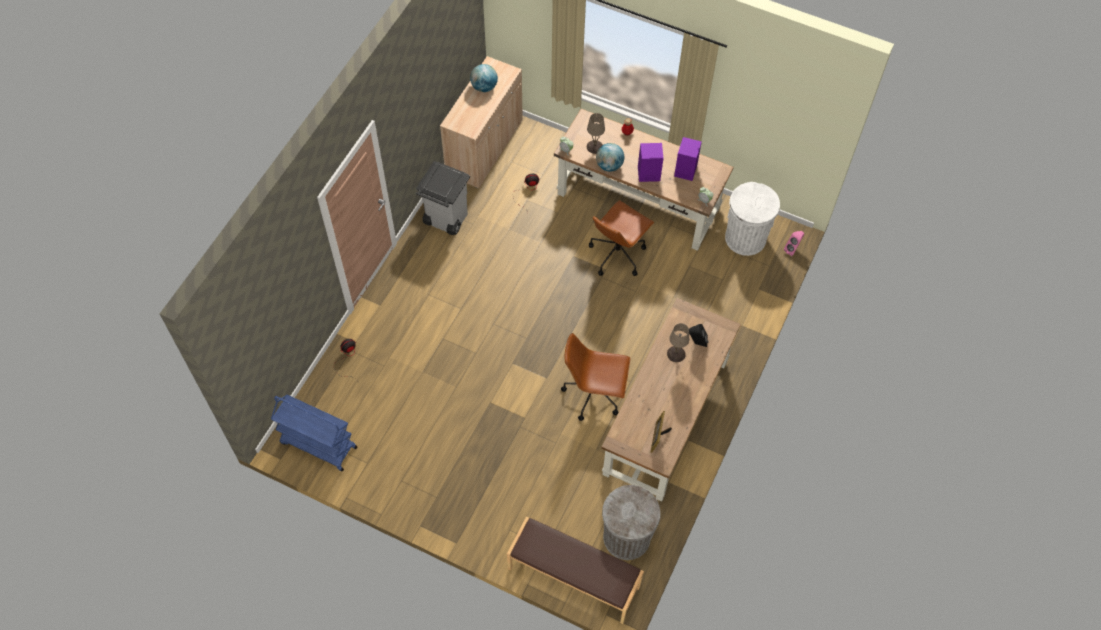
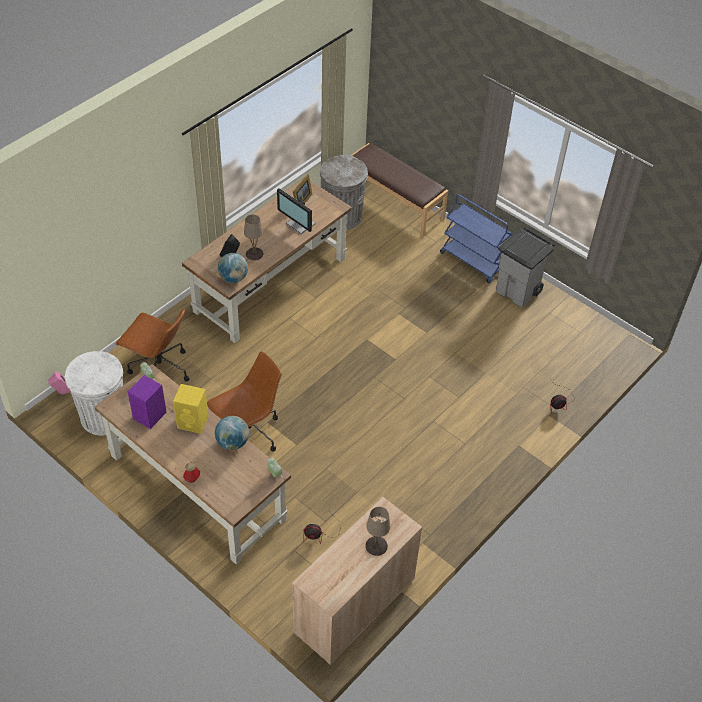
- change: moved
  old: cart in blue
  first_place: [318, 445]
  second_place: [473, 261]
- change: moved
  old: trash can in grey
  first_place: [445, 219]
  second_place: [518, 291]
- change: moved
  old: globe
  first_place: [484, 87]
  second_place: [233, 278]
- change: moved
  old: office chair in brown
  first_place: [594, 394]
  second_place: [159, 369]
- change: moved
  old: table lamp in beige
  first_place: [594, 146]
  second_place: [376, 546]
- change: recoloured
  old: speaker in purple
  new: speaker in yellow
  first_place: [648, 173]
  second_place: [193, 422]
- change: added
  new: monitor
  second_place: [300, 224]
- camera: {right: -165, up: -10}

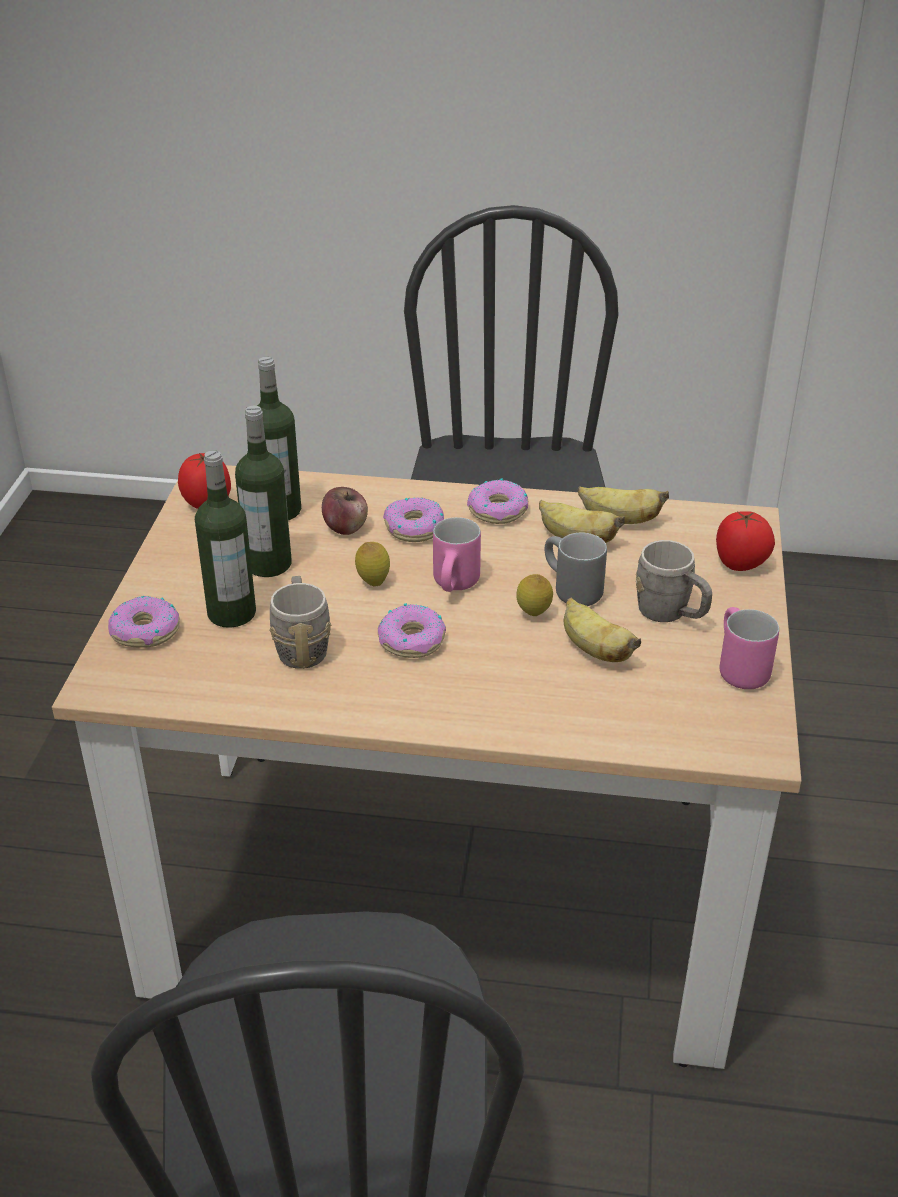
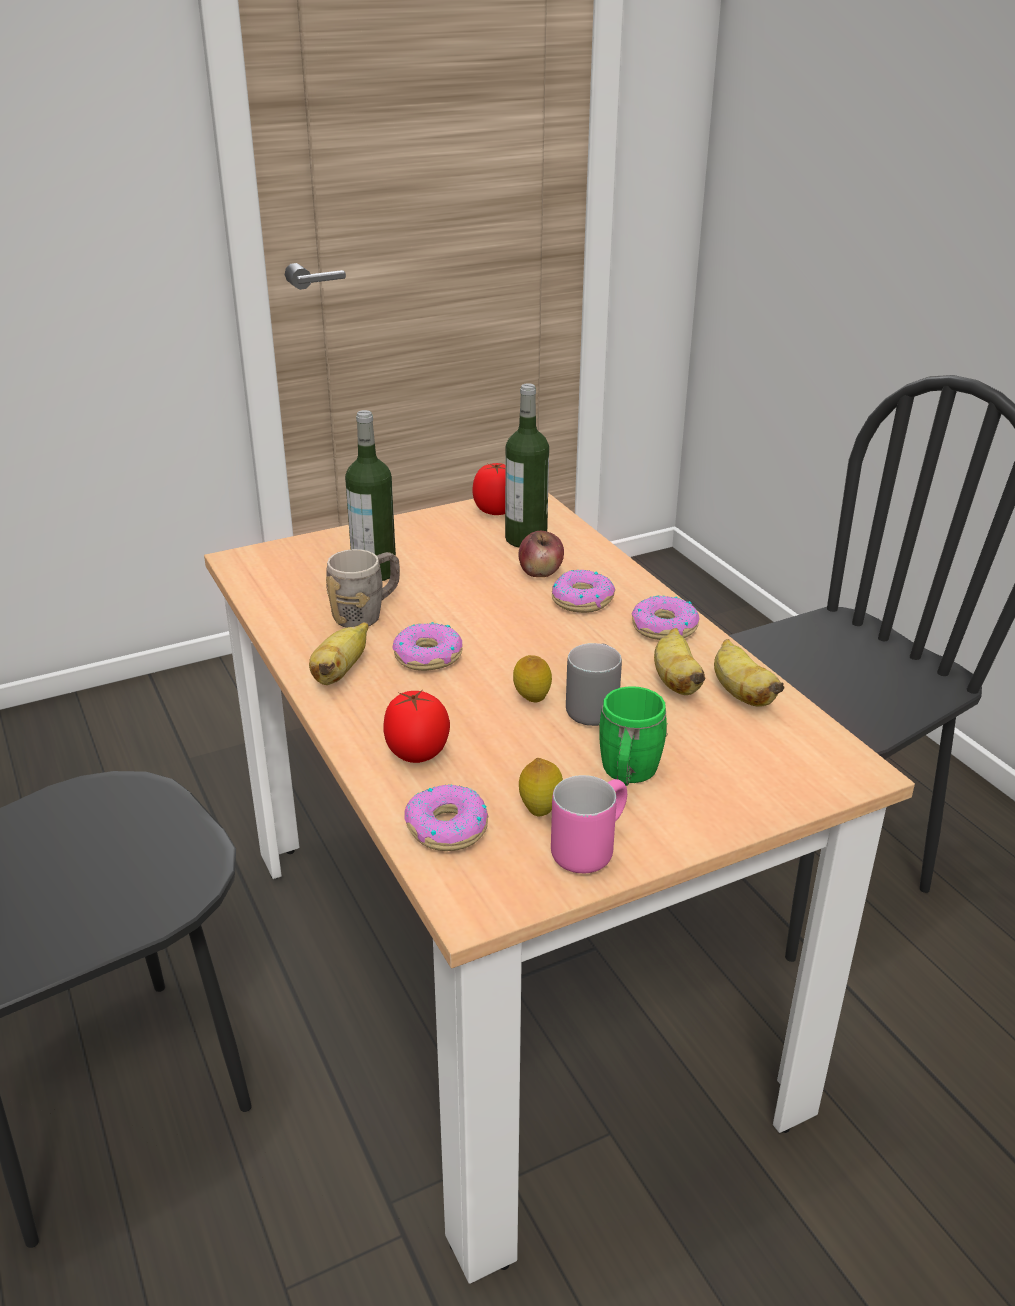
- change: moved
  old: donut
  first_place: [145, 631]
  second_place: [447, 828]
- change: removed
  old: bottle
  first_place: [268, 564]
- change: moved
  old: lemon
  first_place: [373, 582]
  second_place: [540, 810]
- change: removed
  old: mug in pink
  first_place: [457, 586]
- change: moved
  old: banana
  first_place: [594, 650]
  second_place: [340, 672]
- change: recoloured
  old: mug in grey
  new: mug in green
  first_place: [671, 614]
  second_place: [627, 776]
- change: moved
  old: tomato
  first_place: [741, 564]
  second_place: [417, 755]
- camera: {right: 55, up: -5}

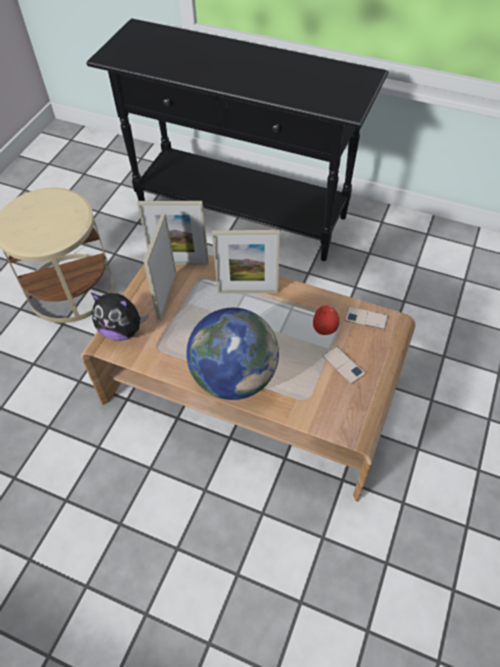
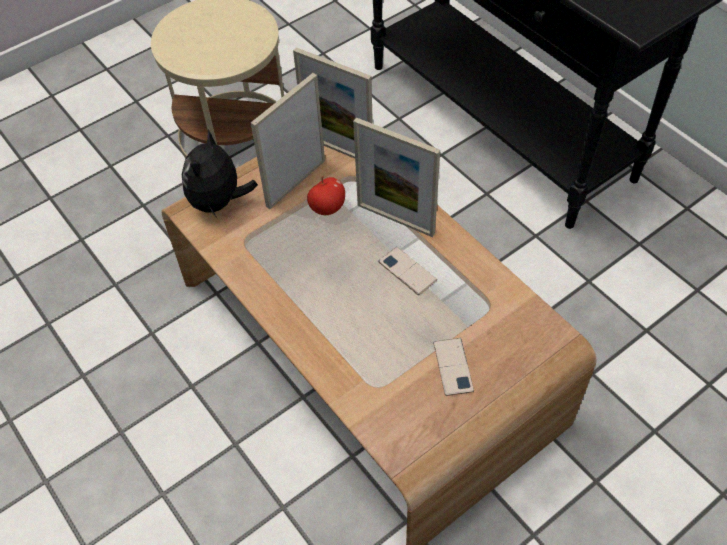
- change: turned
  old: plush toy
  first_place: [122, 330]
  second_place: [219, 202]
  degrees: 60
- change: removed
  old: globe
  first_place: [234, 377]
- change: moved
  old: apple
  first_place: [324, 328]
  second_place: [327, 208]
- change: moved
  old: phone
  first_place: [366, 318]
  second_place: [407, 271]
- camera: {right: 30, up: 0}

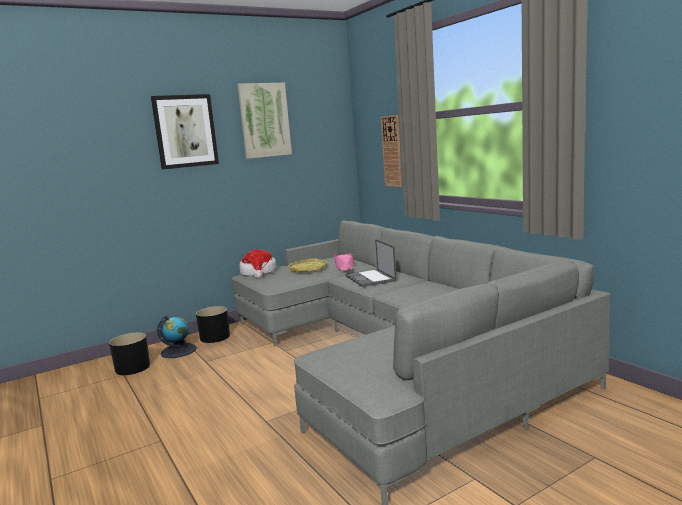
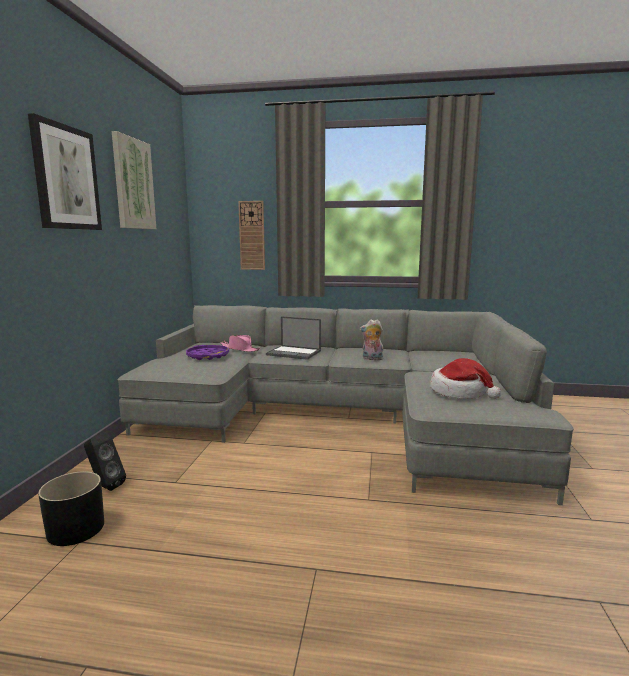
- change: replaced
  old: globe
  new: speaker in black
  first_place: [178, 351]
  second_place: [105, 486]
- change: removed
  old: planter in black
  first_place: [215, 337]
- change: moved
  old: hat
  first_place: [259, 273]
  second_place: [459, 392]
- change: recoloured
  old: tray in yellow
  new: tray in purple
  first_place: [308, 269]
  second_place: [208, 356]
- change: added
  new: plush toy
  second_place: [372, 359]
- camera: {right: -50, up: 0}

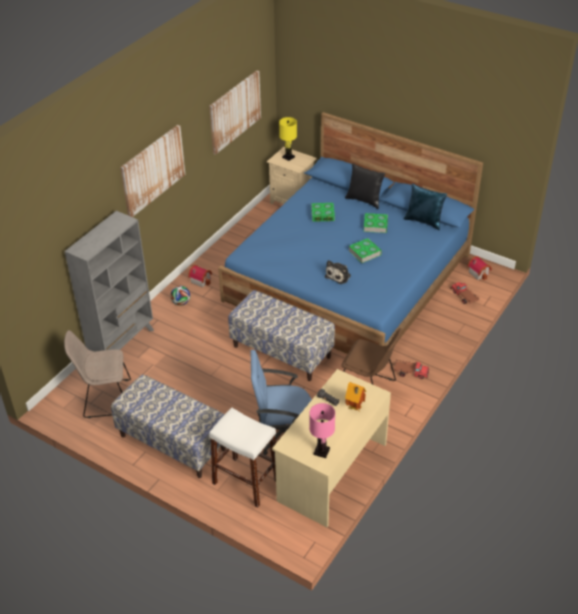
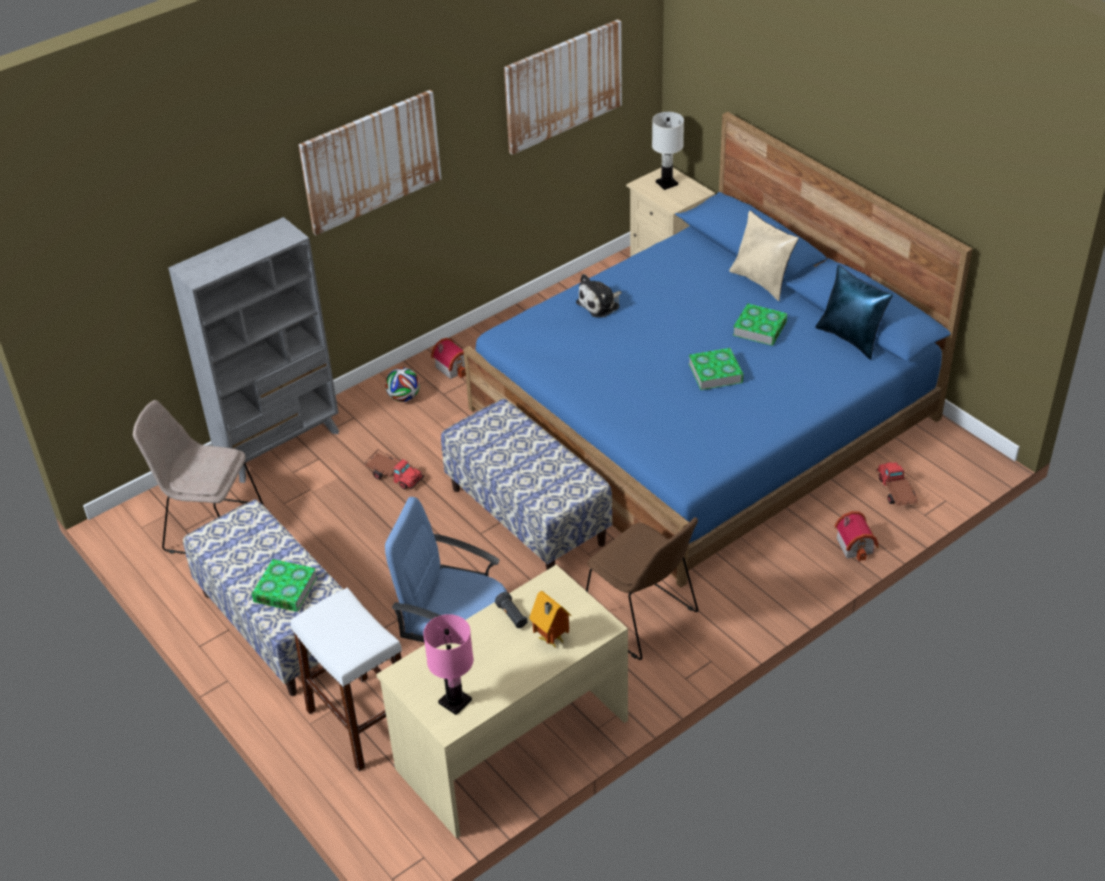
- change: recoloured
  old: table lamp in yellow
  new: table lamp in white
  first_place: [288, 157]
  second_place: [667, 183]
- change: moved
  old: book
  first_place: [322, 214]
  second_place: [285, 589]
- change: moved
  old: plush toy
  first_place: [339, 275]
  second_place: [600, 304]
- change: recoloured
  old: pillow in black
  new: pillow in beige
  first_place: [364, 200]
  second_place: [762, 281]
- change: moved
  old: toy truck
  first_place: [410, 372]
  second_place: [394, 476]
- change: moved
  old: toy house
  first_place: [479, 273]
  second_place: [856, 545]
- camera: {right: 20, up: 0}

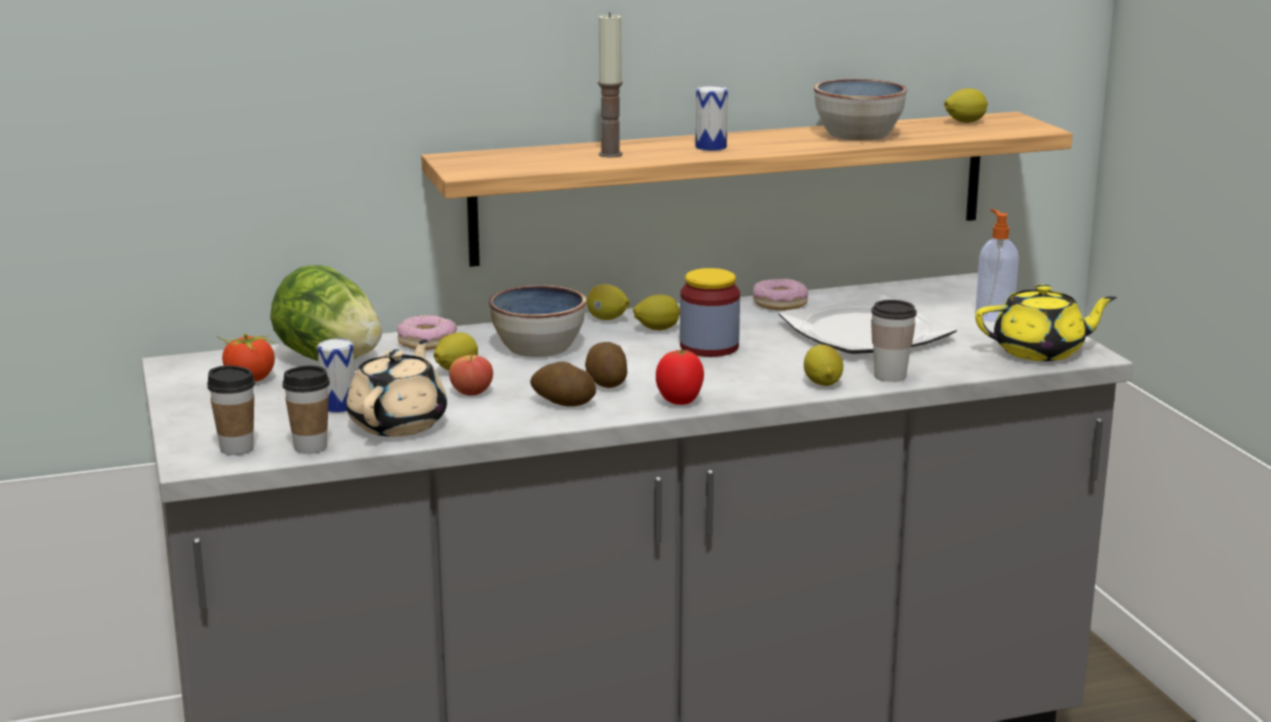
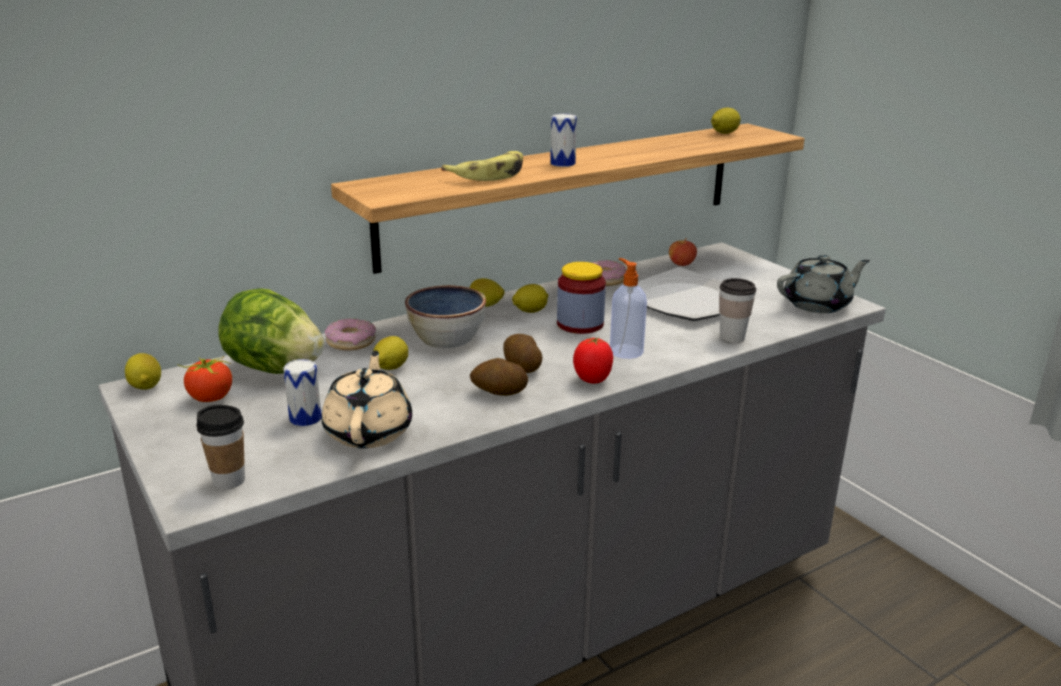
- change: removed
  old: cup
  first_place: [310, 447]
- change: moved
  old: apple
  first_place: [471, 392]
  second_place: [681, 264]
- change: replaced
  old: candle
  new: banana
  first_place: [610, 154]
  second_place: [490, 174]
- change: moved
  old: lemon
  first_place: [822, 383]
  second_place: [146, 386]
- change: removed
  old: bowl
  first_place: [857, 135]
- change: moved
  old: soap dispenser
  first_place: [993, 315]
  second_place: [625, 351]
- change: recoloured
  old: teapot in yellow
  new: teapot in grey
  first_place: [1040, 352]
  second_place: [818, 304]
- camera: {right: -15, up: 5}

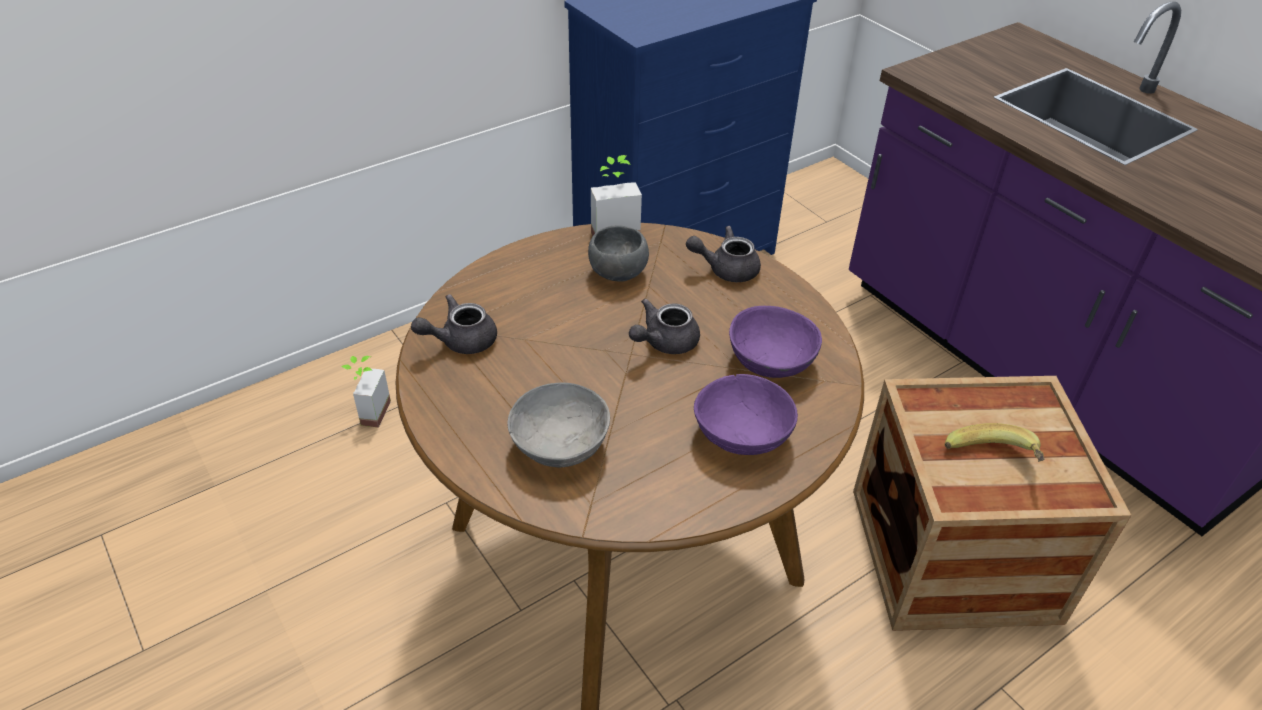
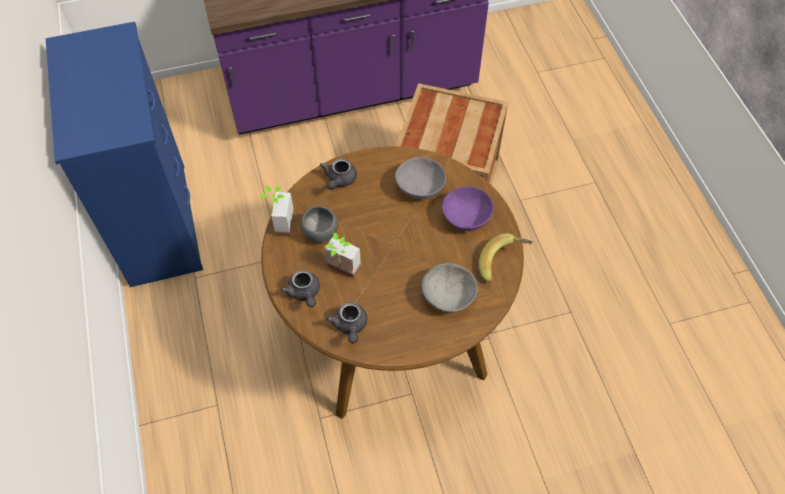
- change: moved
  old: potted plant
  first_place: [368, 412]
  second_place: [341, 272]
- change: moved
  old: teapot in grey
  first_place: [664, 342]
  second_place: [304, 293]
- change: recoloured
  old: bowl in purple
  new: bowl in grey
  first_place: [770, 361]
  second_place: [420, 187]
- change: moved
  old: banana
  first_place: [992, 462]
  second_place: [503, 264]
- camera: {right: -70, up: 15}

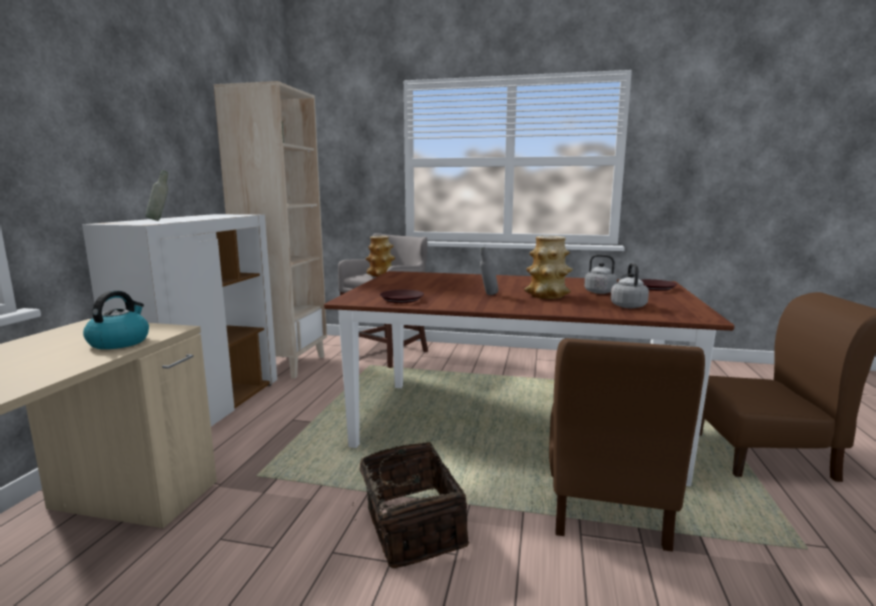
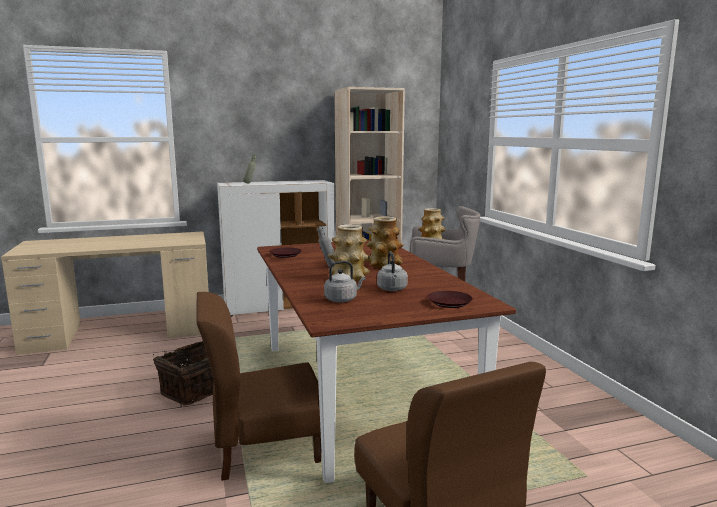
- change: removed
  old: kettle
  first_place: [119, 342]
- change: added
  new: vase
  second_place: [384, 265]
- camera: {right: 60, up: 0}

